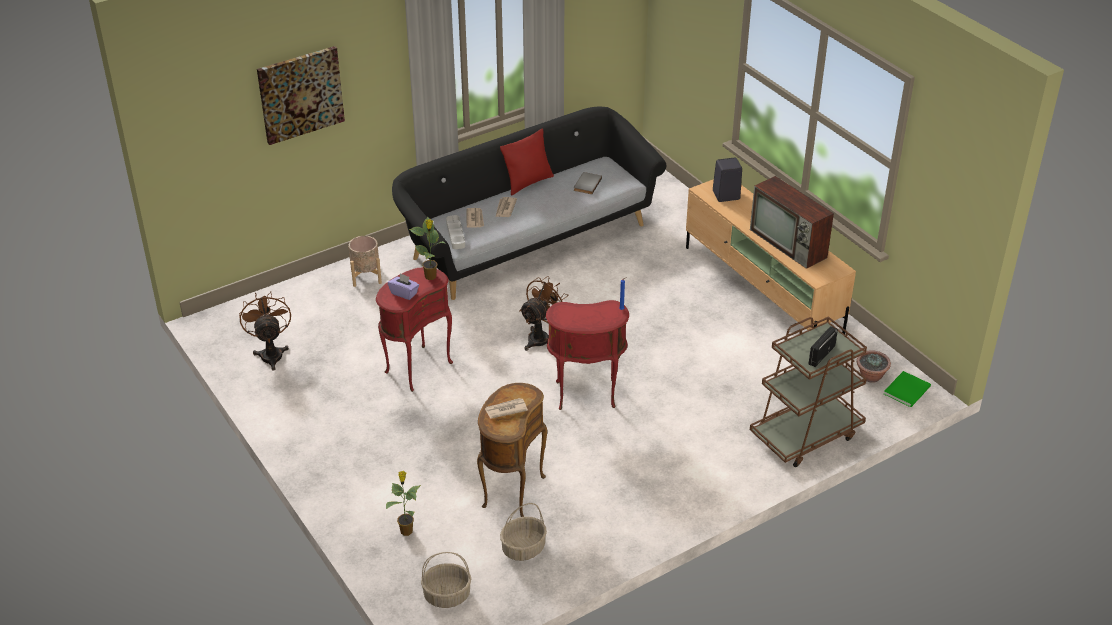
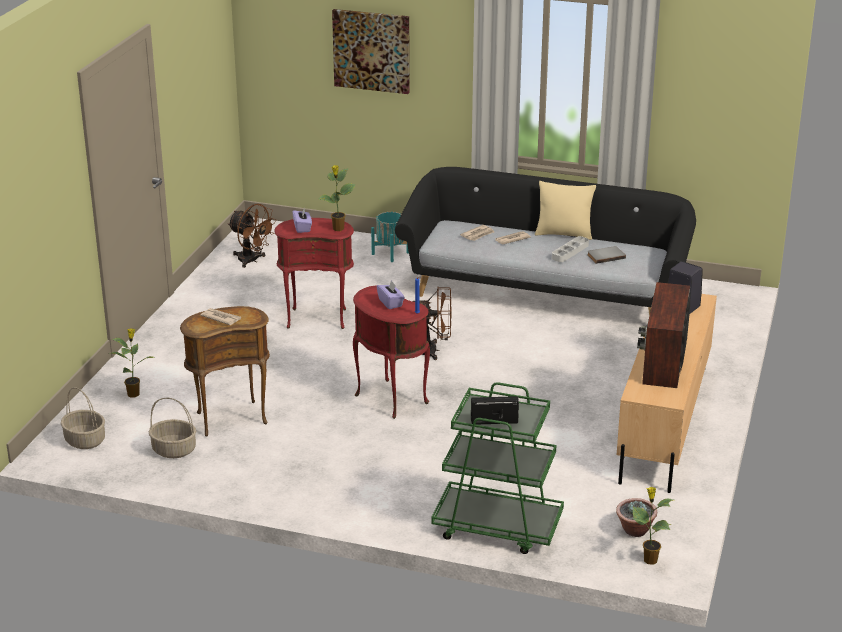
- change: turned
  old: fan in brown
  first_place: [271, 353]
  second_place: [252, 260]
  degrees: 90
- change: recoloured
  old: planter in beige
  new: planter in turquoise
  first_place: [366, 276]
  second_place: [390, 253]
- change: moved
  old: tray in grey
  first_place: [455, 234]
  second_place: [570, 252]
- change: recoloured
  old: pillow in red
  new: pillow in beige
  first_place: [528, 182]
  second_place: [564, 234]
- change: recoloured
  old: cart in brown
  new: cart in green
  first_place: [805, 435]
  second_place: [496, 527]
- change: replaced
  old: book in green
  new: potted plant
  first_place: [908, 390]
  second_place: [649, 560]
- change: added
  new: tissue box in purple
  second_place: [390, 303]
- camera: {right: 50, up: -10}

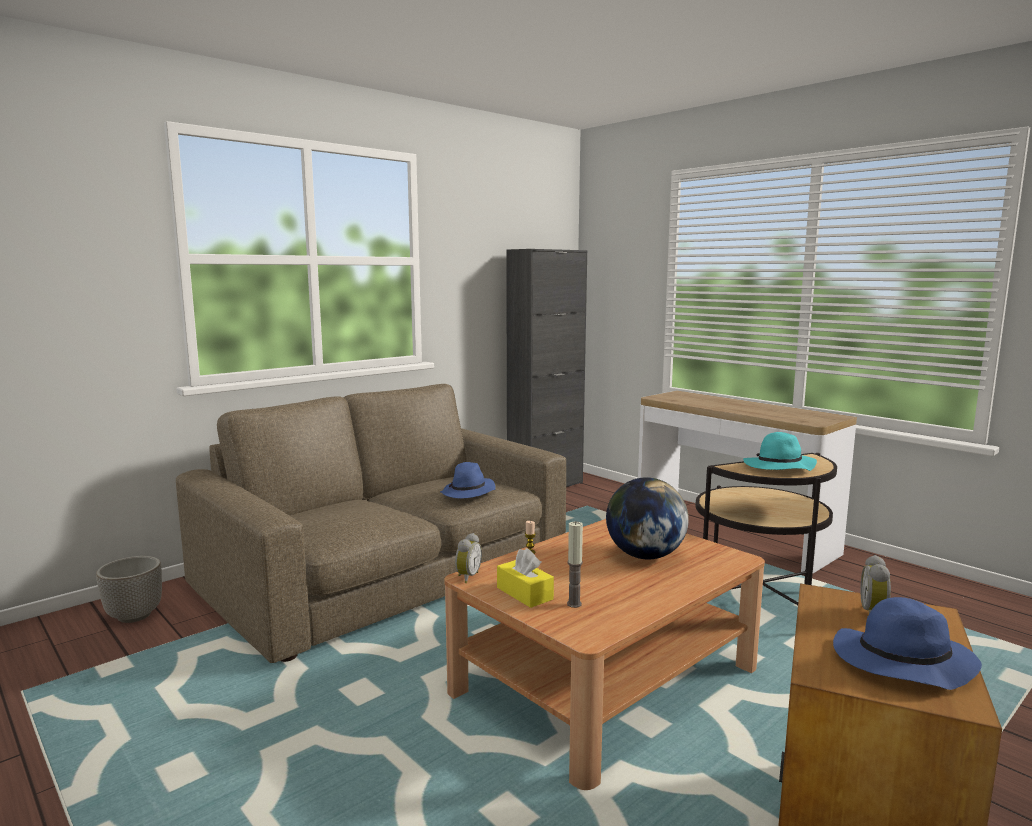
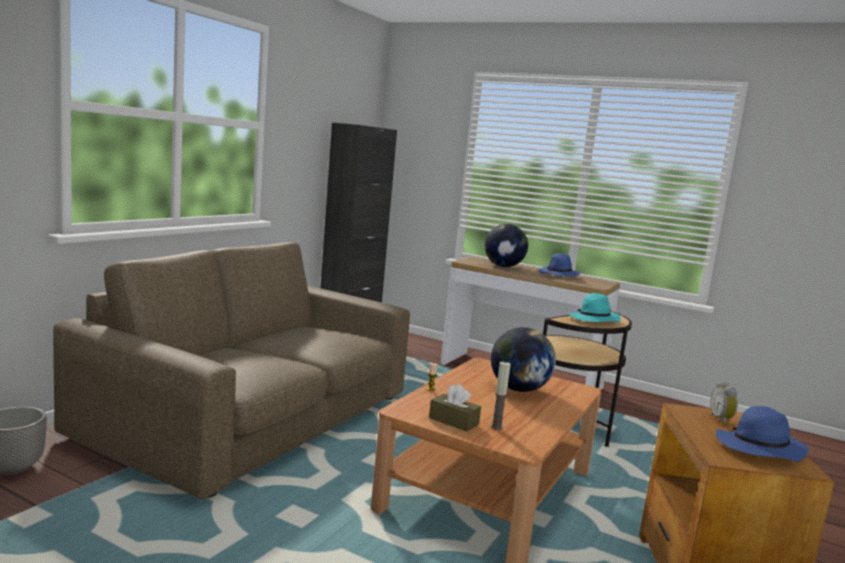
- change: moved
  old: hat in blue
  first_place: [468, 493]
  second_place: [559, 275]
- change: removed
  old: alarm clock
  first_place: [467, 577]
- change: recoloured
  old: tissue box in yellow
  new: tissue box in brown
  first_place: [524, 593]
  second_place: [453, 421]
- change: added
  new: globe
  second_place: [503, 266]
- camera: {right: -20, up: 0}

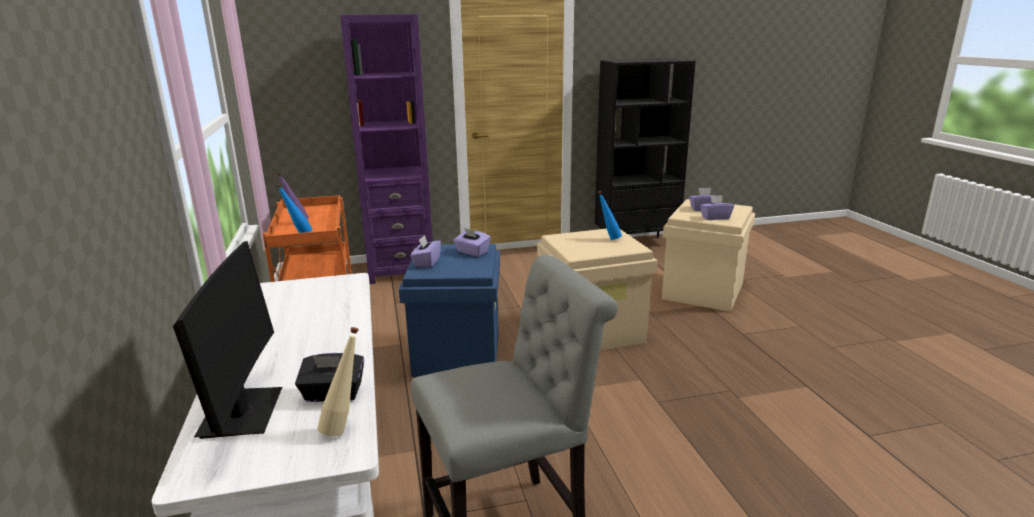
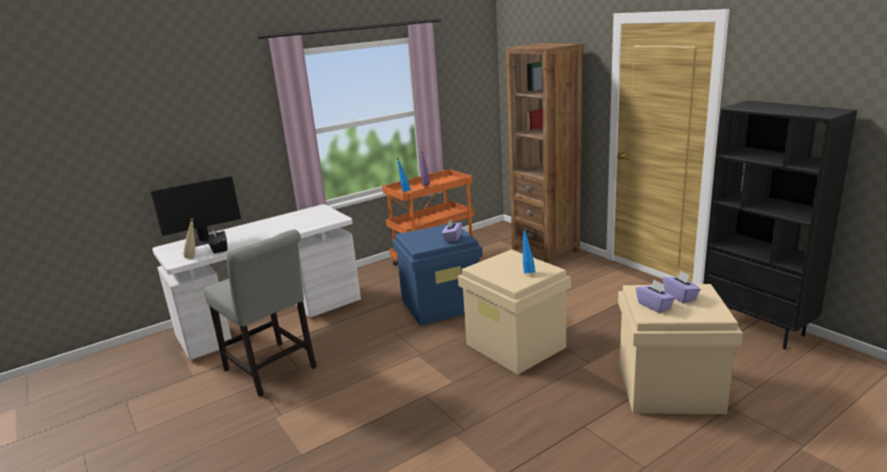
- change: recoloured
  old: bookcase in purple
  new: bookcase in brown
  first_place: [400, 270]
  second_place: [545, 249]
- change: removed
  old: tissue box in purple
  first_place: [426, 262]
- camera: {right: 70, up: 0}

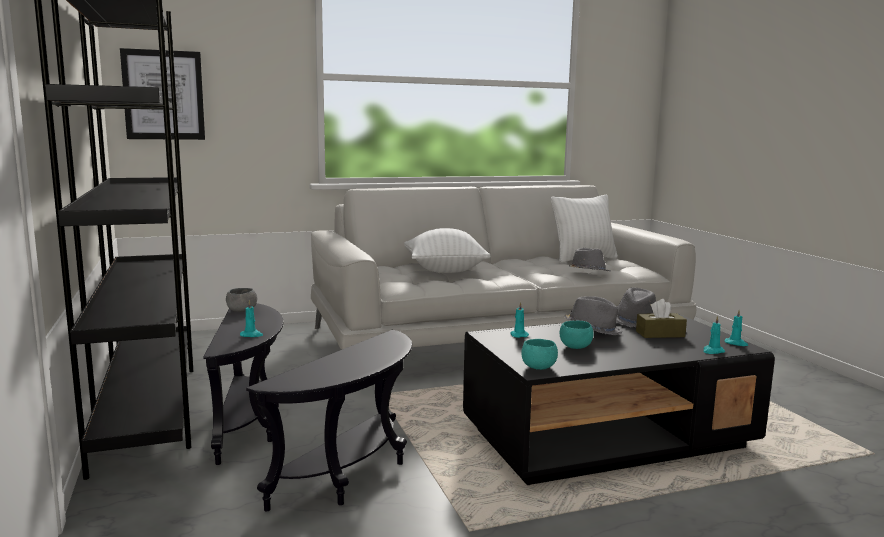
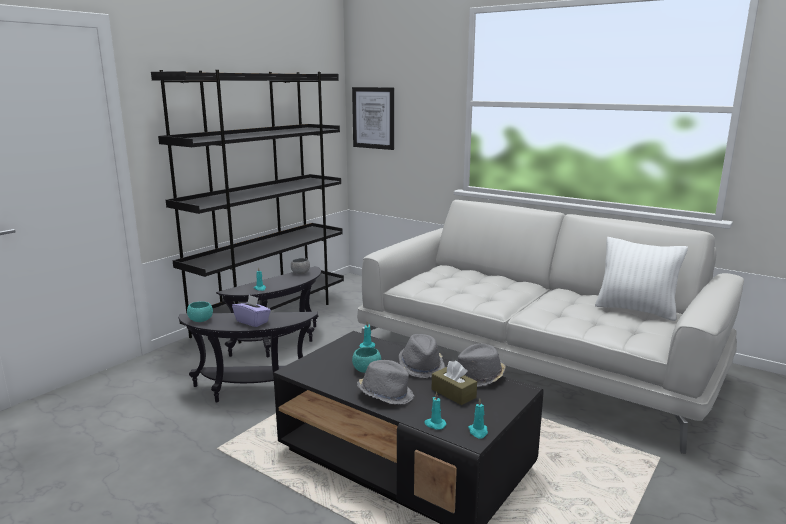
- change: removed
  old: pillow in white
  first_place: [445, 270]
- change: moved
  old: bowl in turquoise
  first_place: [538, 367]
  second_place: [201, 320]
- change: moved
  old: hat in grey
  first_place: [588, 273]
  second_place: [386, 394]
- change: added
  new: tissue box in purple
  second_place: [252, 321]
- camera: {right: 55, up: 5}

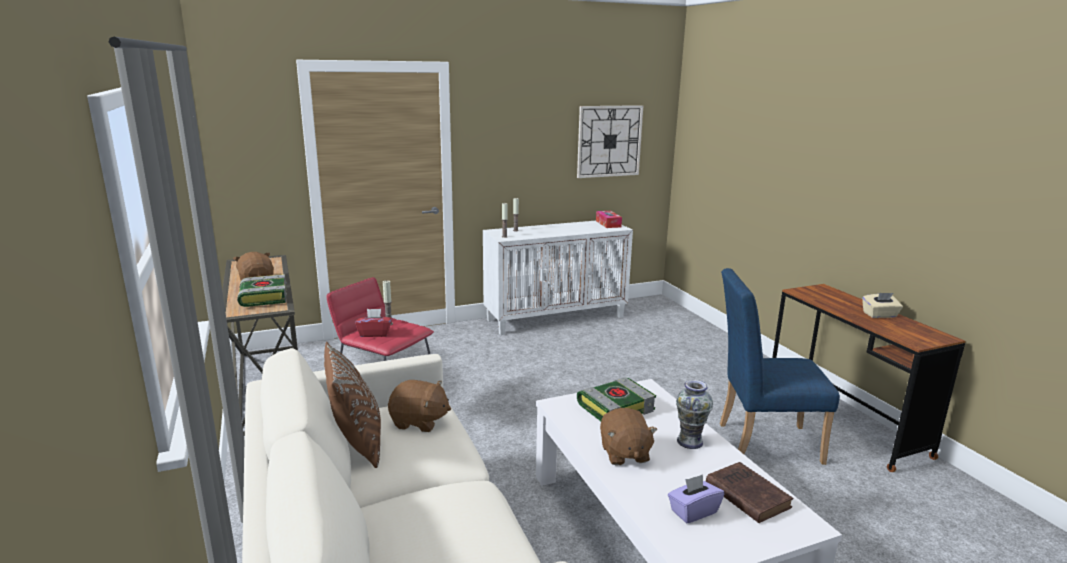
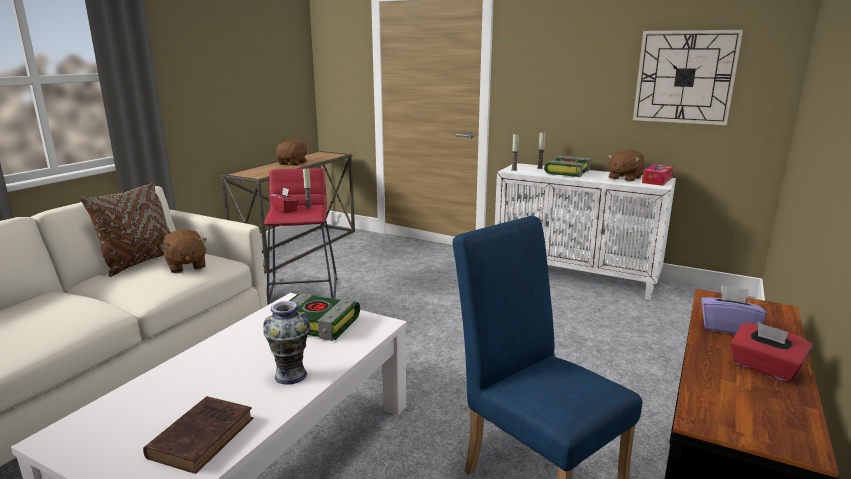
- change: moved
  old: book
  first_place: [263, 297]
  second_place: [567, 172]
- change: moved
  old: plush toy in brown
  first_place: [624, 453]
  second_place: [624, 178]
- change: moved
  old: tissue box in purple
  first_place: [693, 511]
  second_place: [728, 328]
- change: recoloured
  old: tissue box in beige
  new: tissue box in red
  first_place: [880, 315]
  second_place: [764, 368]
- camera: {right: 50, up: 0}

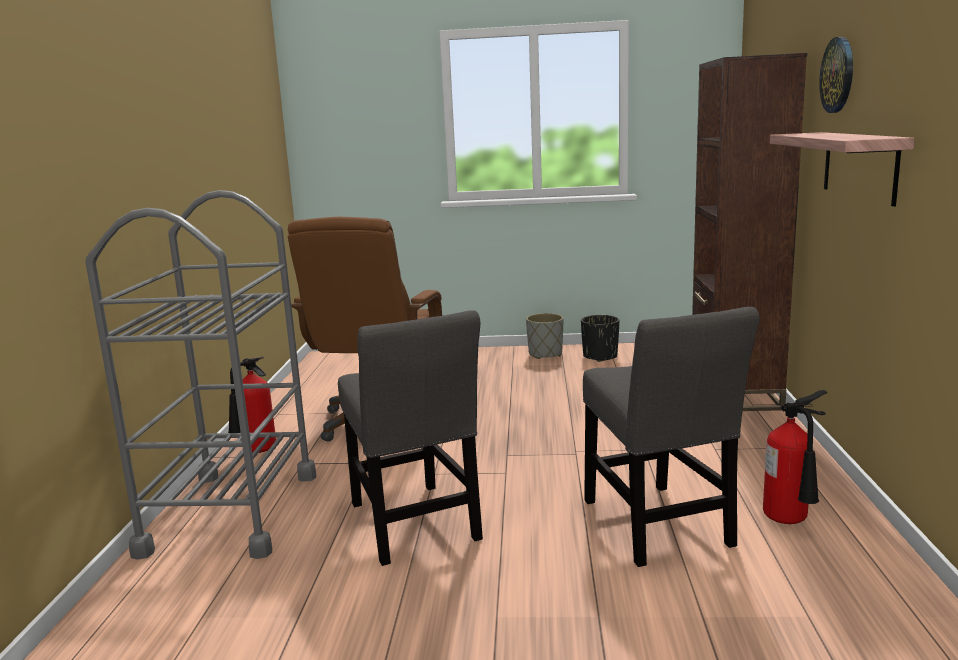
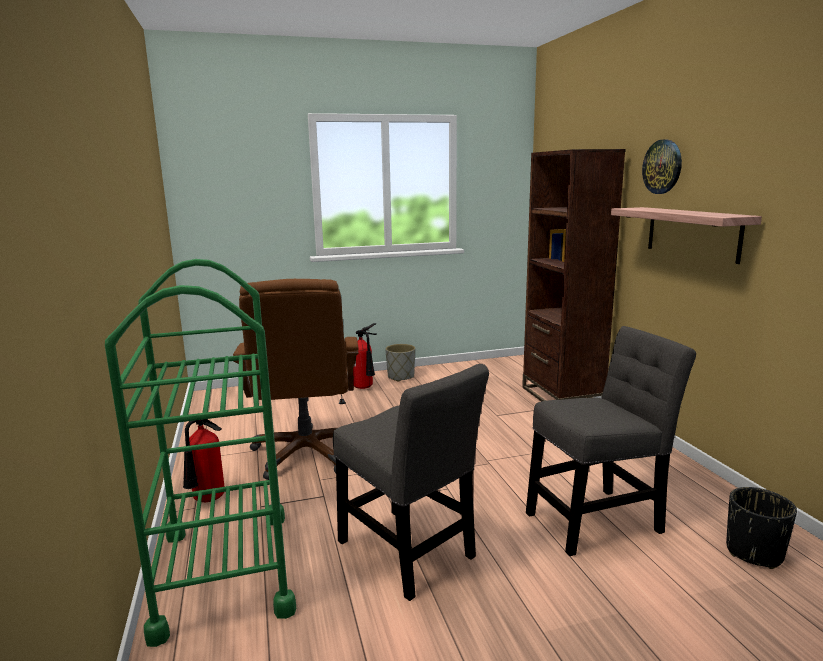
- change: recoloured
  old: cart in grey
  new: cart in green
  first_place: [232, 512]
  second_place: [225, 571]
- change: moved
  old: planter in black
  first_place: [600, 357]
  second_place: [754, 553]
- change: turned
  old: chair in grey
  first_place: [658, 527]
  second_place: [598, 520]
  degrees: -75
- change: moved
  old: fire extinguisher
  first_place: [791, 521]
  second_place: [365, 388]
- camera: {right: -20, up: 0}

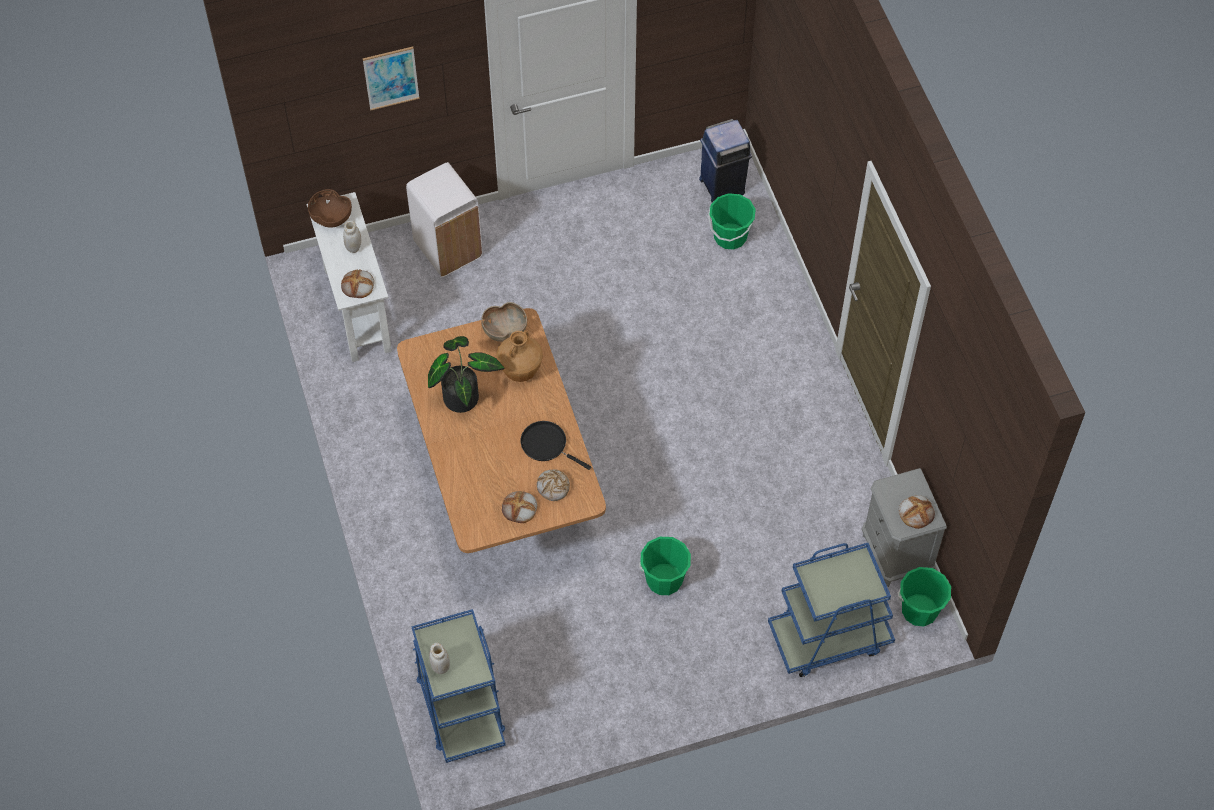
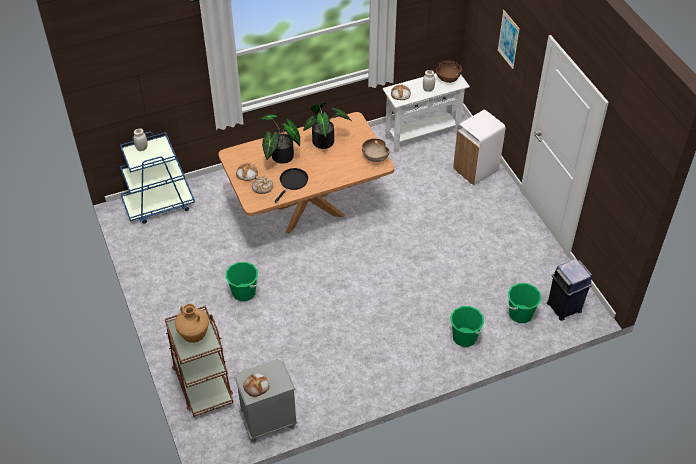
- change: moved
  old: vase in brown
  first_place: [520, 372]
  second_place: [194, 335]
- change: recoloured
  old: cart in blue
  new: cart in brown
  first_place: [829, 637]
  second_place: [202, 383]
- change: moved
  old: bucket in green
  first_place: [919, 610]
  second_place: [464, 337]
- change: added
  new: potted plant
  second_place: [280, 157]
- camera: {right: 85, up: -10}

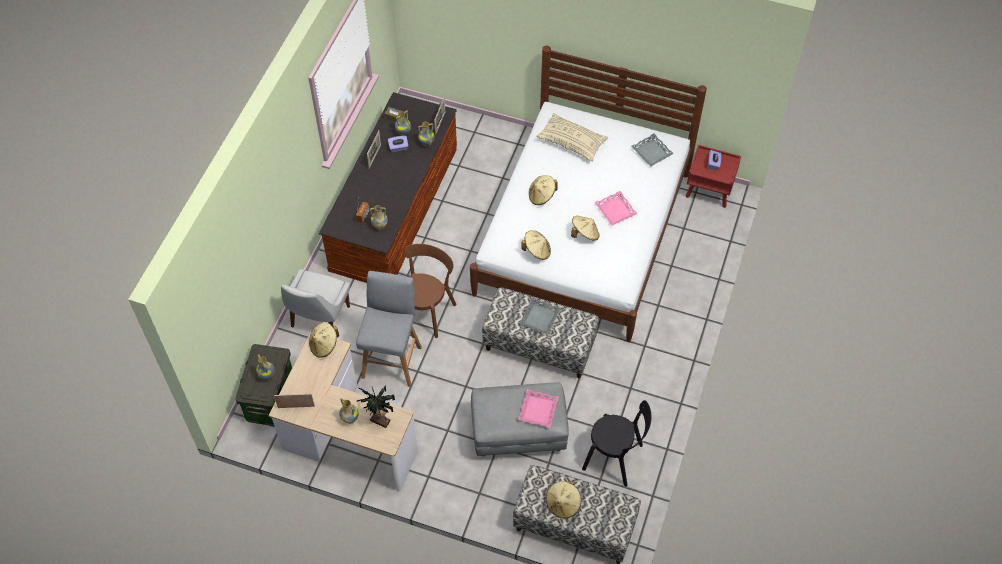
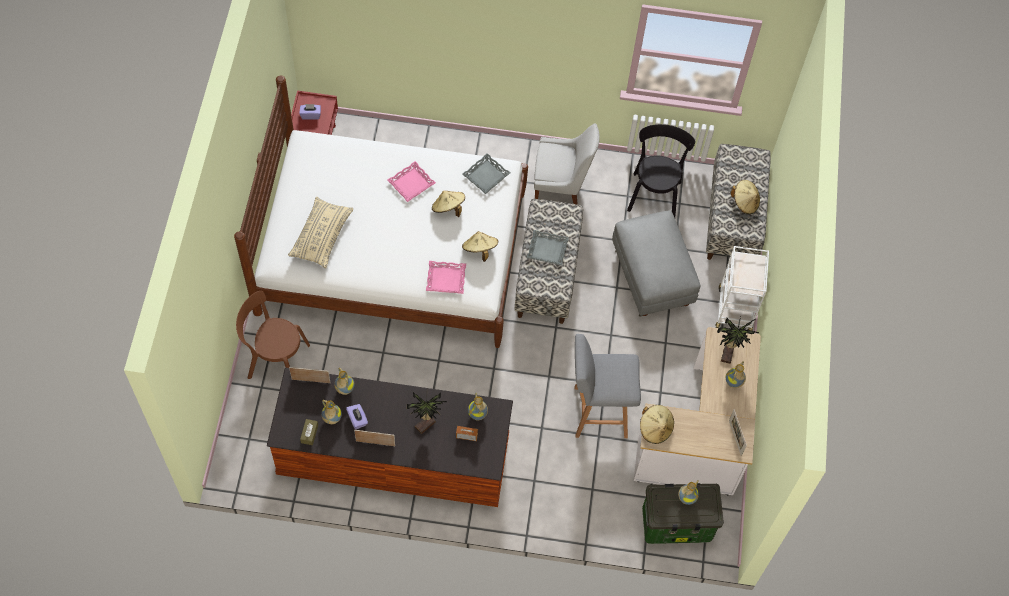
- change: moved
  old: chair in white
  first_place: [319, 318]
  second_place: [561, 188]
- change: moved
  old: chair in brown
  first_place: [427, 310]
  second_place: [275, 360]
- change: moved
  old: tray in pink
  first_place: [538, 410]
  second_place: [446, 279]
- change: removed
  old: hat in beige
  first_place: [542, 196]
- change: moved
  old: tray in grey
  first_place: [652, 152]
  second_place: [486, 175]
- change: added
  new: potted plant
  second_place: [426, 425]
- change: added
  new: cart in white
  second_place: [734, 310]
- camera: {right: -105, up: 5}

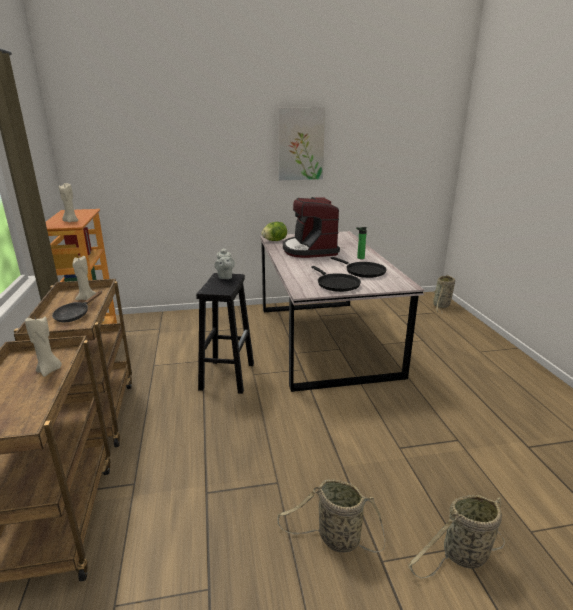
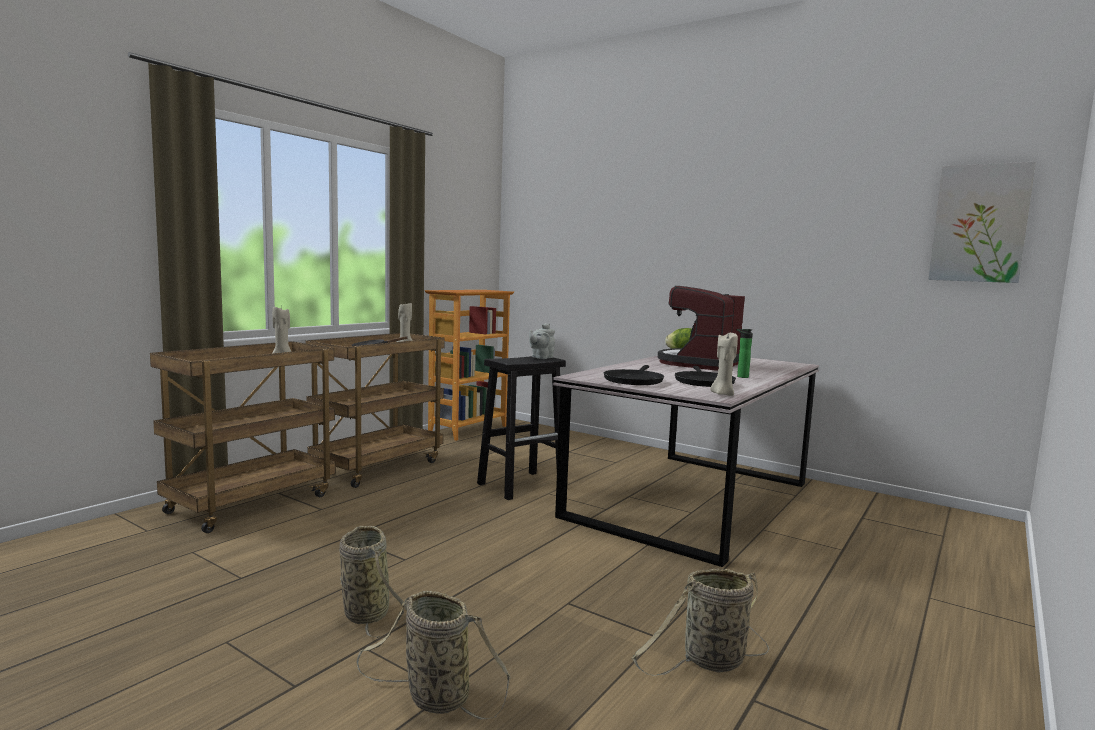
- change: moved
  old: candle in beige
  first_place: [71, 221]
  second_place: [722, 394]
- change: moved
  old: picture
  first_place: [300, 144]
  second_place: [979, 223]
- change: moved
  old: basket
  first_place: [441, 306]
  second_place: [710, 662]
- camera: {right: 45, up: -15}

